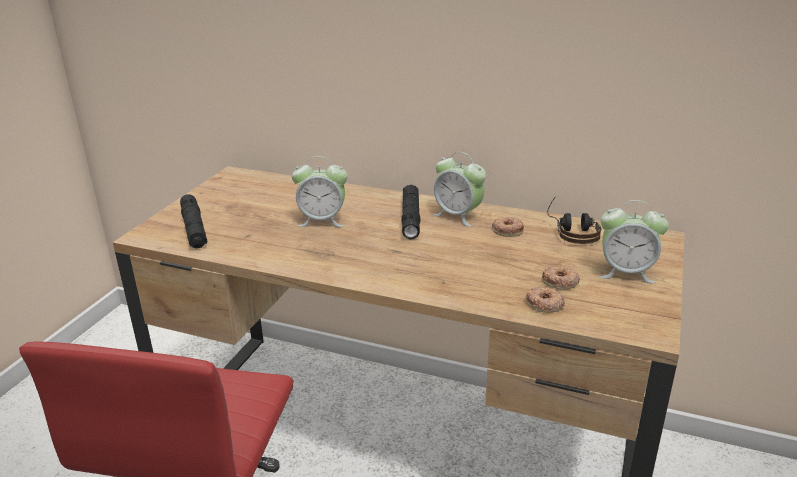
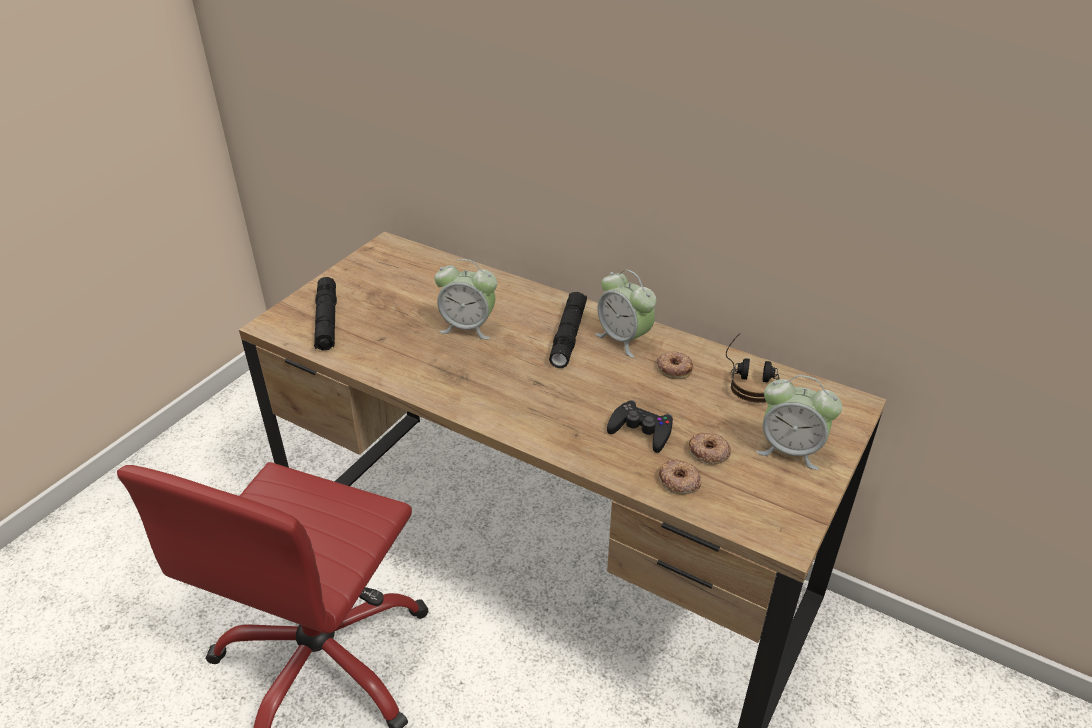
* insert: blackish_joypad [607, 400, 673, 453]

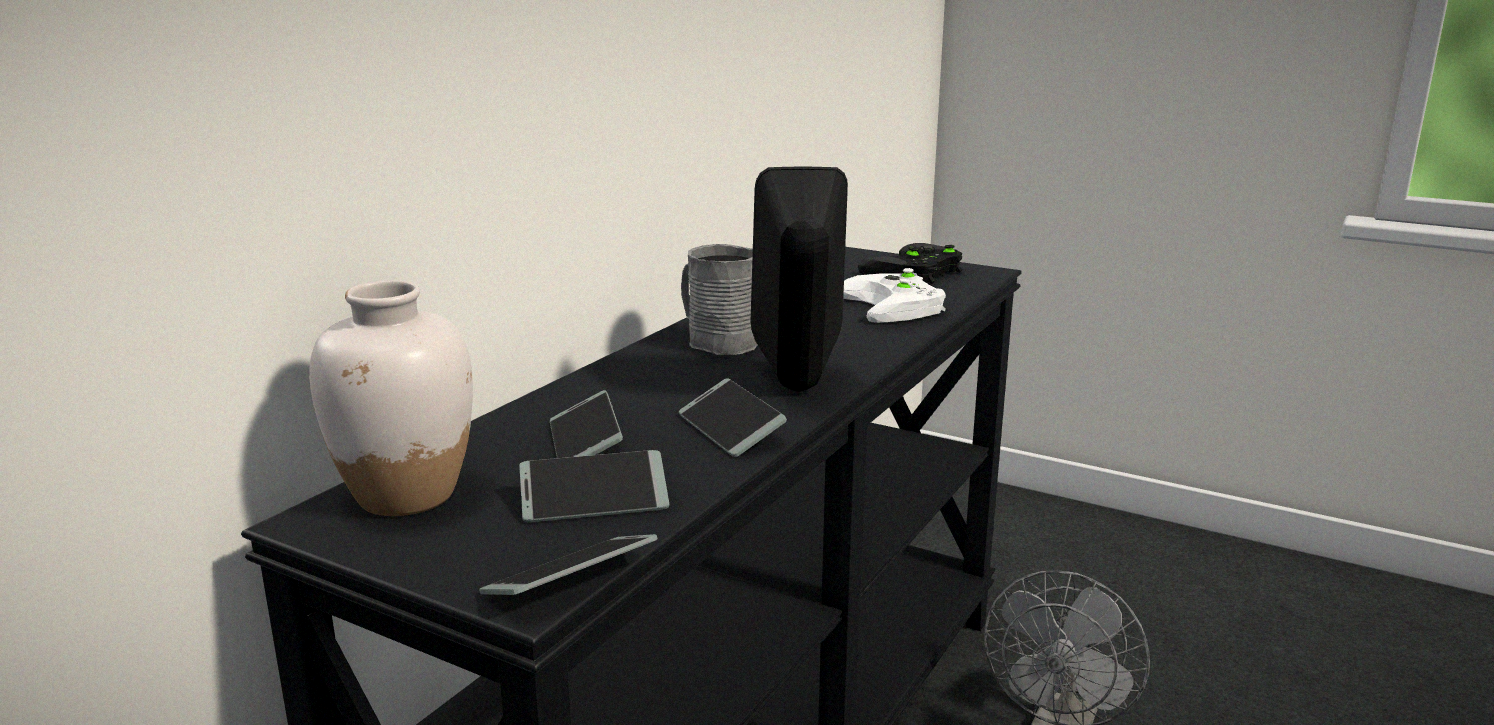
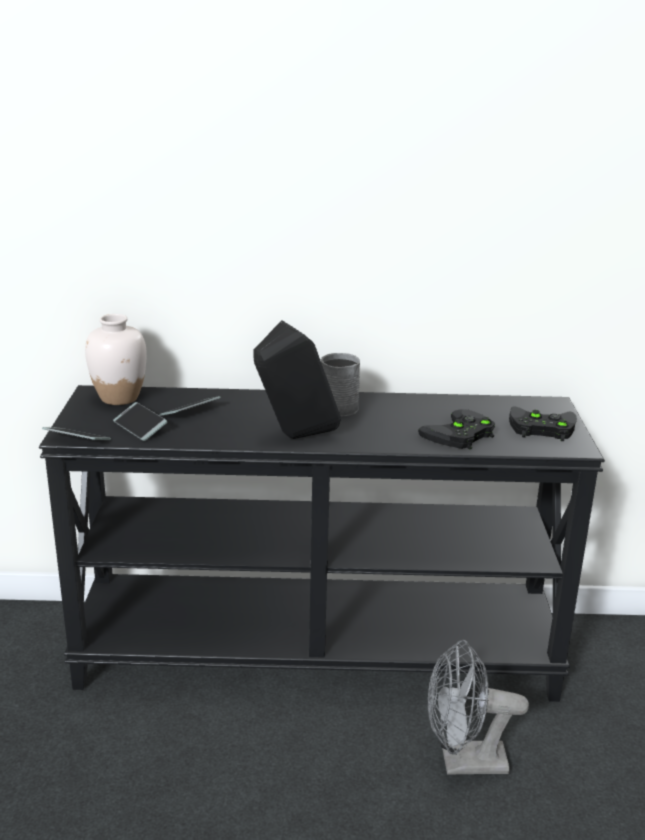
* recolor: white-coloured_joypad [843, 268, 946, 323] to blackish_joypad [418, 409, 495, 450]
* delete: phone [679, 378, 787, 457]

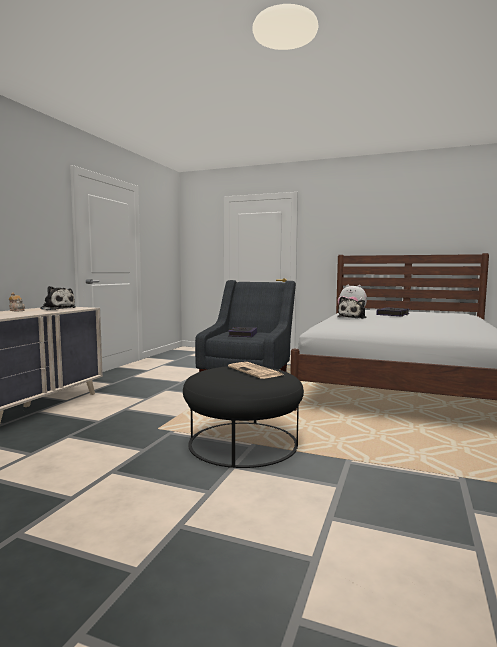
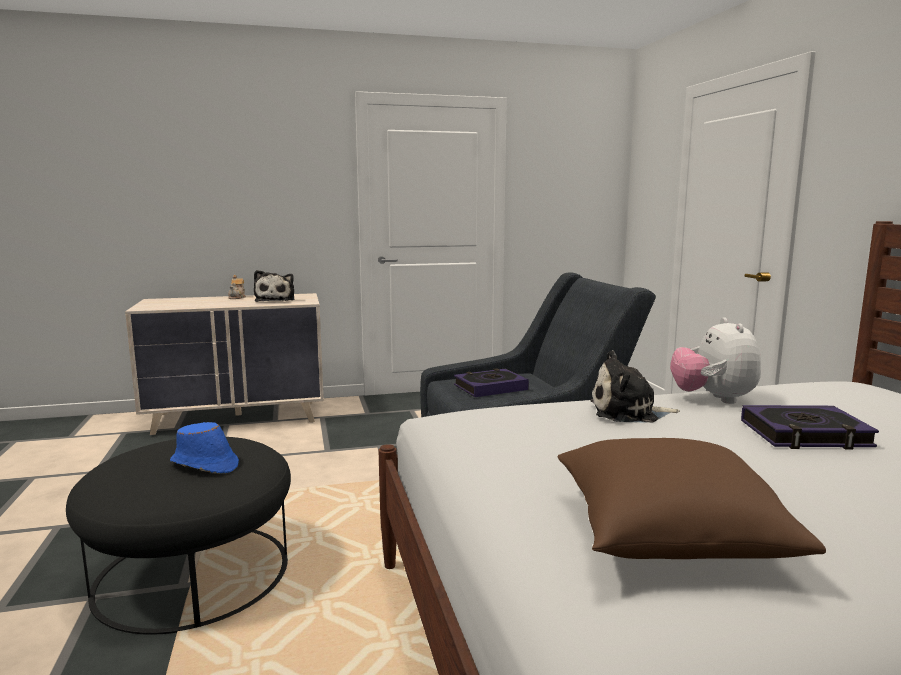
* replace: daily_paper [228, 362, 283, 379] to blue-coloured_hat [170, 422, 239, 474]
* insert: brownish_throw_pillow [558, 438, 826, 559]

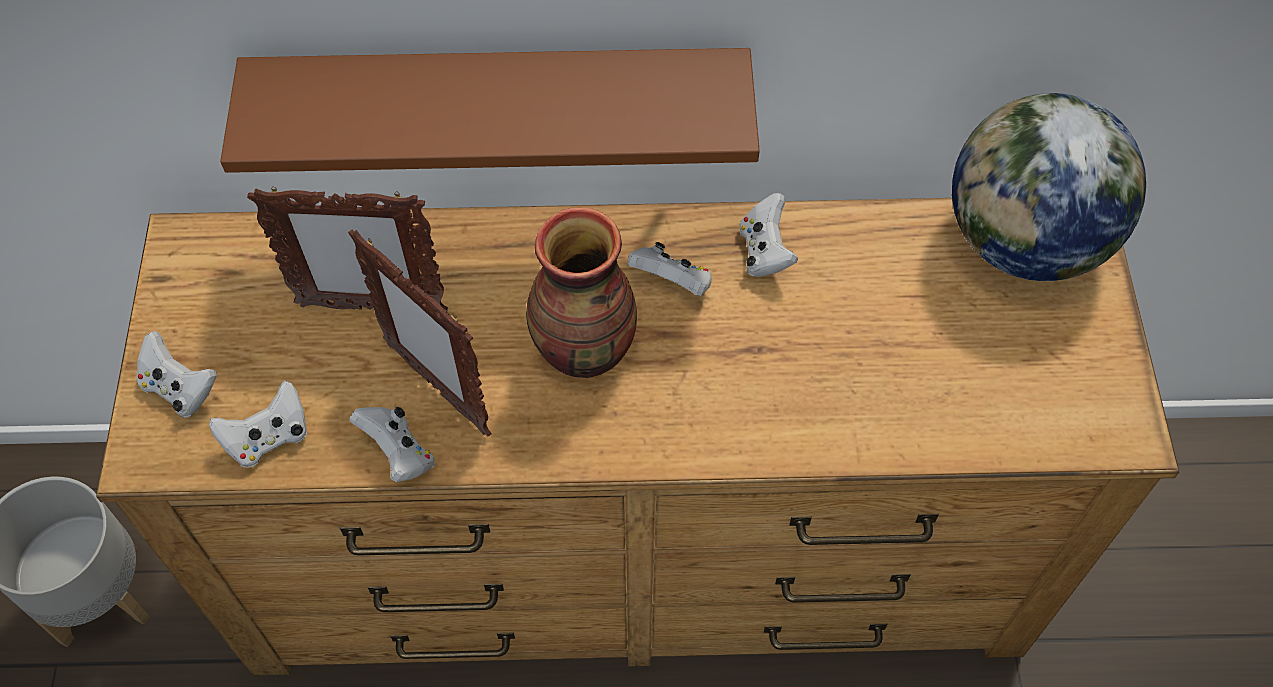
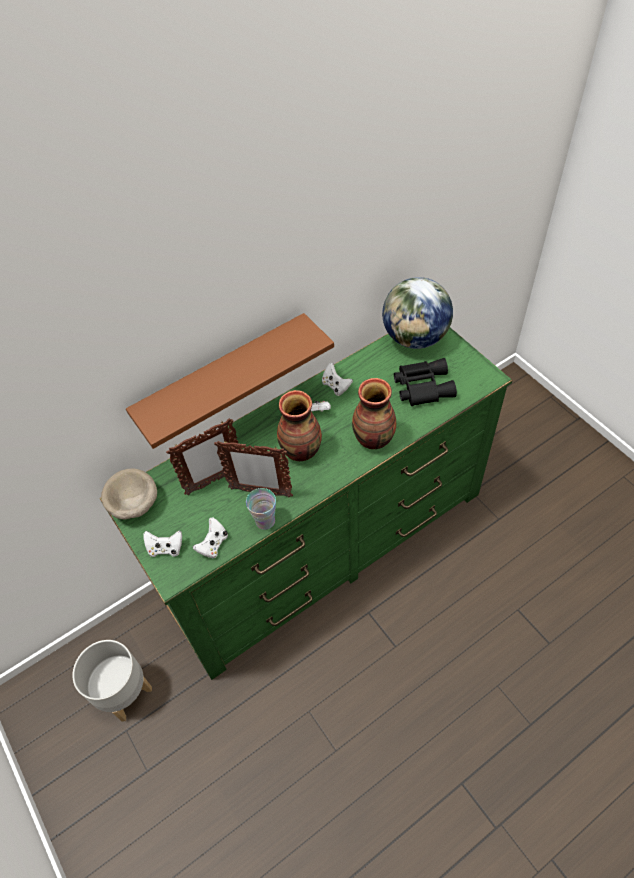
* recolor: brownish_chest_of_drawers [96, 198, 1179, 675] to green_chest_of_drawers [100, 328, 512, 680]
* replace: white-coloured_joypad [350, 407, 435, 482] to drinking_cup [246, 488, 276, 530]
* insert: blackish_binoculars [394, 358, 457, 406]
* insert: vase [352, 378, 396, 449]
* insert: sand-coloured_deep_dish [101, 468, 157, 519]

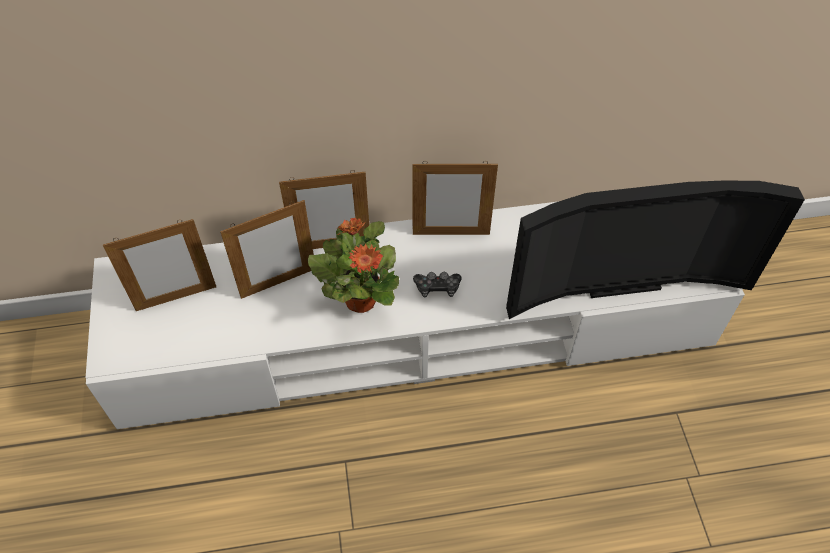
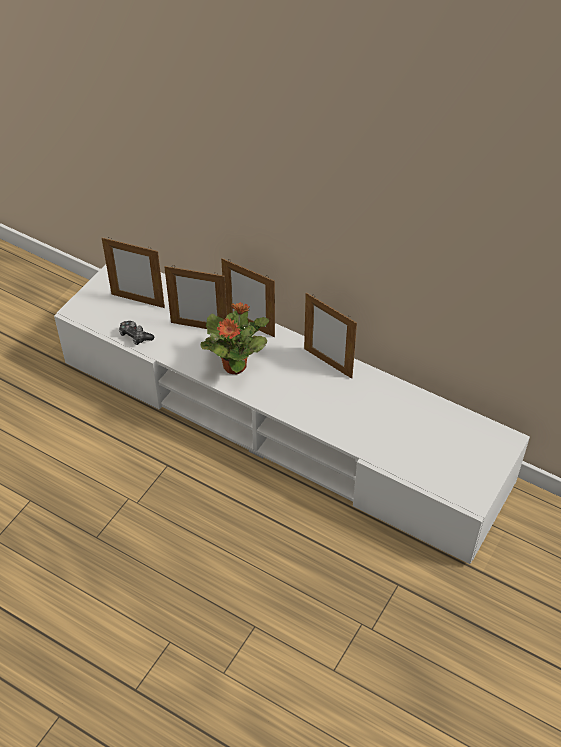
* delete: television [506, 181, 805, 319]
* move: joypad [413, 272, 462, 297] to [119, 321, 154, 345]

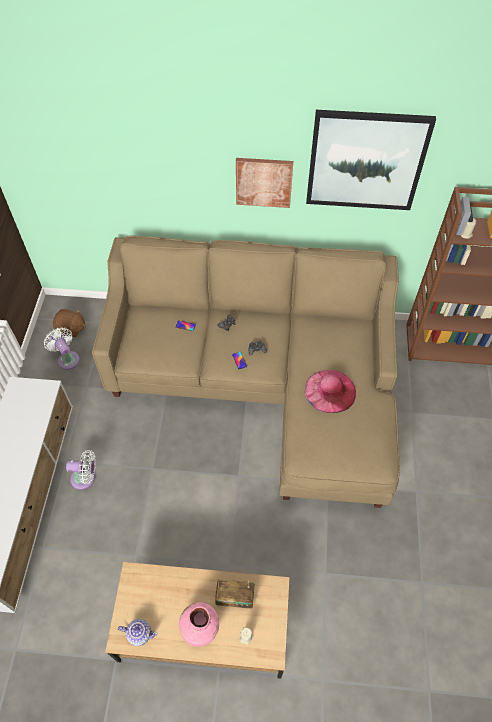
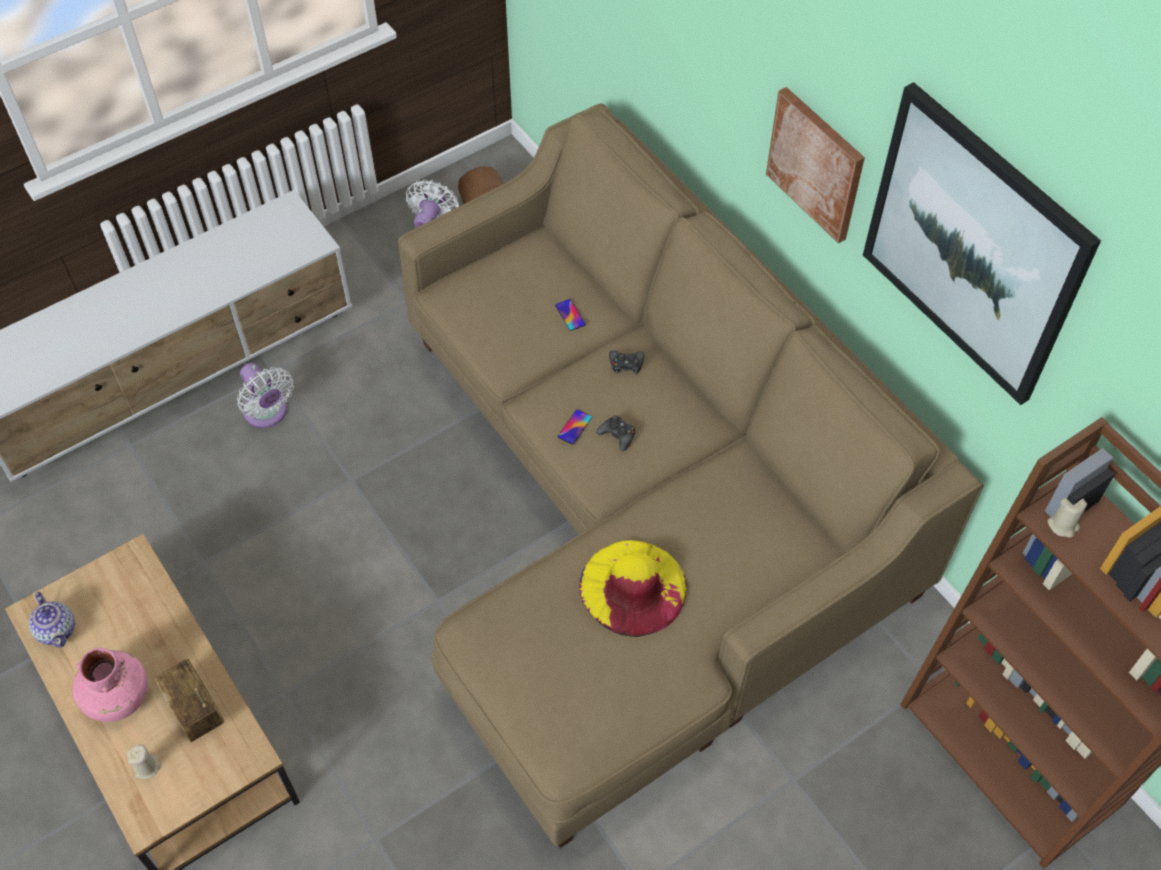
* recolor: pinkish_hat [305, 370, 356, 413] to yellow_hat [579, 540, 687, 637]

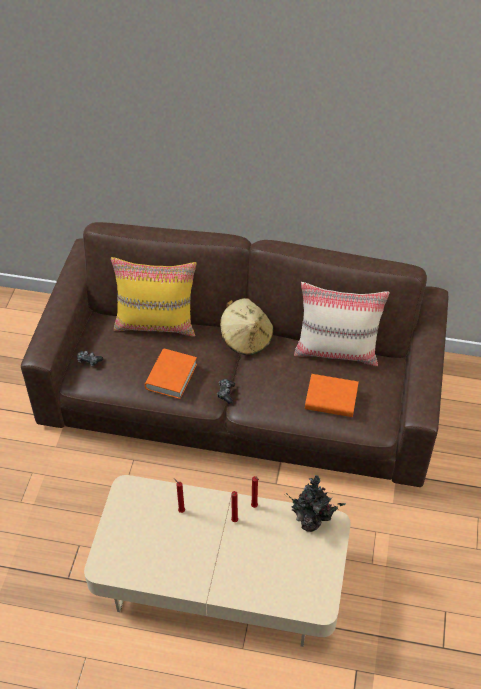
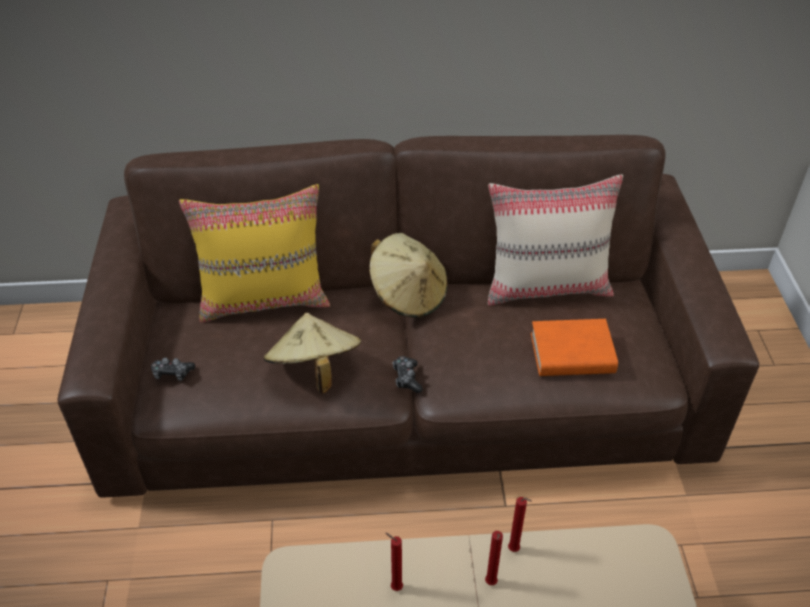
* replace: orange_volume [145, 349, 197, 399] to sand-coloured_hat [264, 313, 361, 393]
* delete: potted_plant [286, 475, 346, 532]

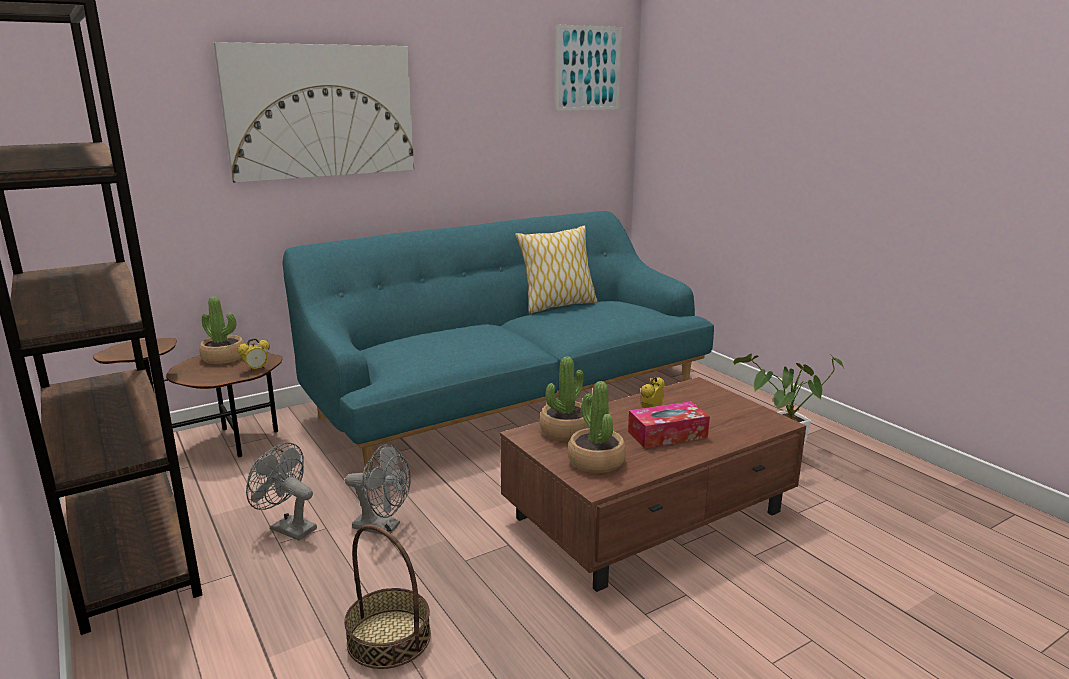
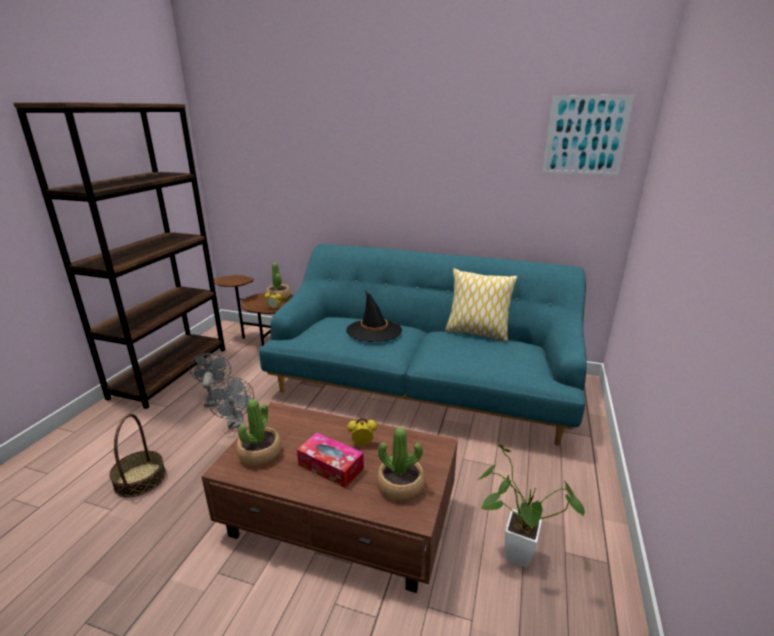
* delete: wall_art [214, 42, 414, 183]
* move: potted_plant [540, 356, 589, 441] to [377, 427, 425, 501]
* insert: blackish_hat [346, 290, 402, 342]

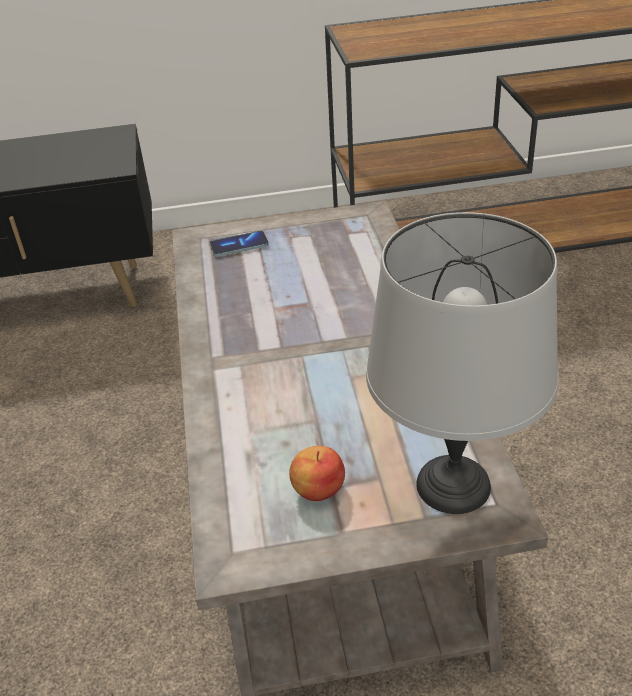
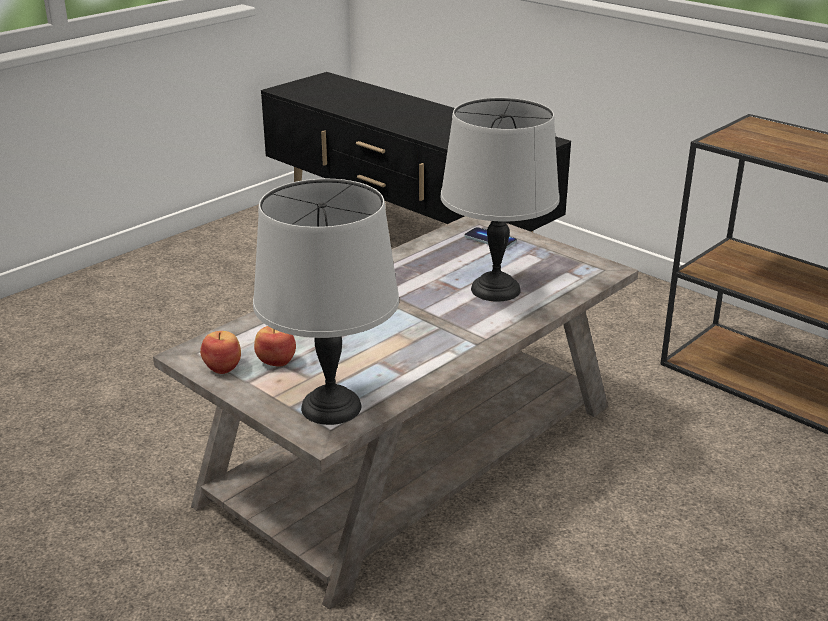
* insert: grey_lamp_for_a_table [440, 98, 560, 302]
* insert: apple [200, 331, 241, 374]

